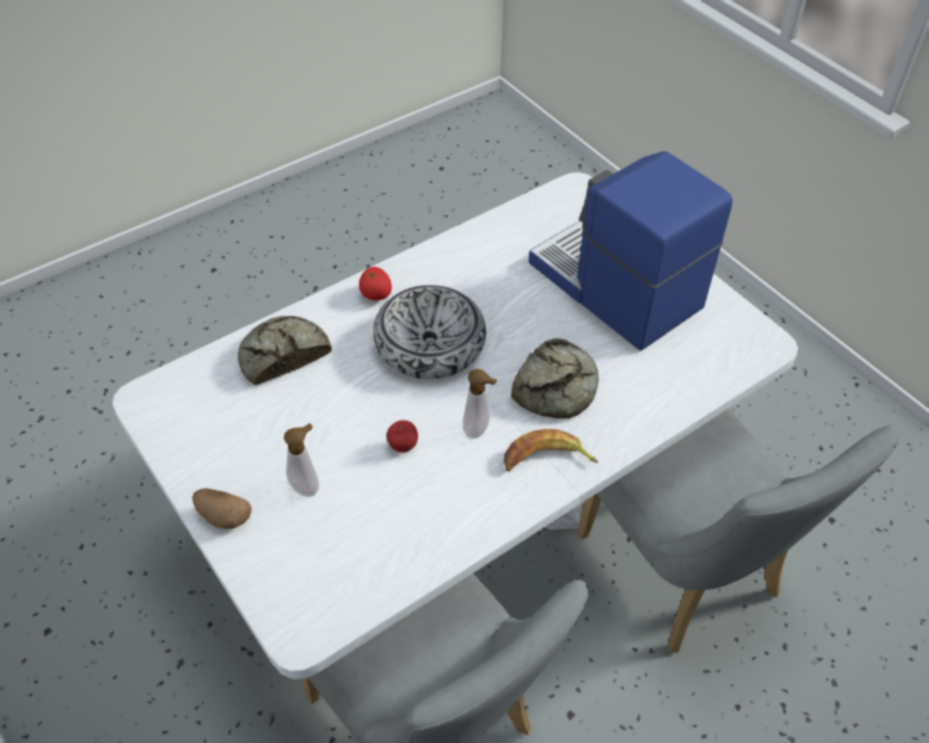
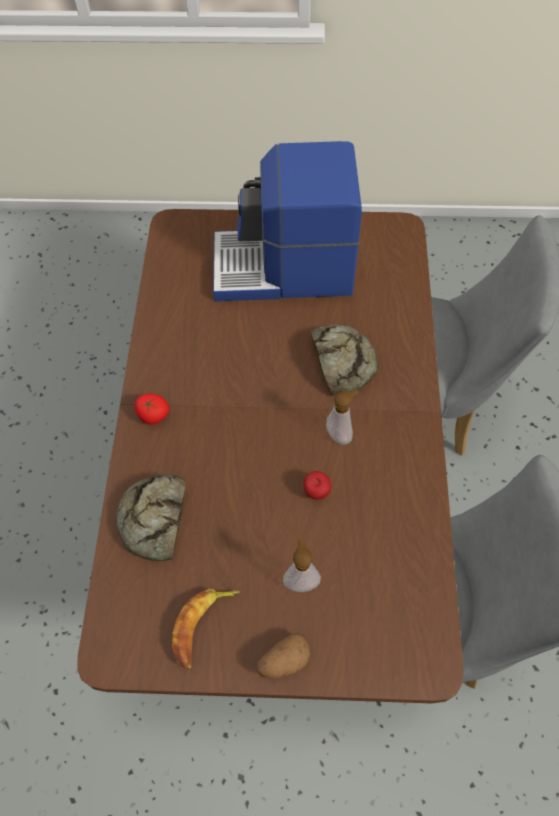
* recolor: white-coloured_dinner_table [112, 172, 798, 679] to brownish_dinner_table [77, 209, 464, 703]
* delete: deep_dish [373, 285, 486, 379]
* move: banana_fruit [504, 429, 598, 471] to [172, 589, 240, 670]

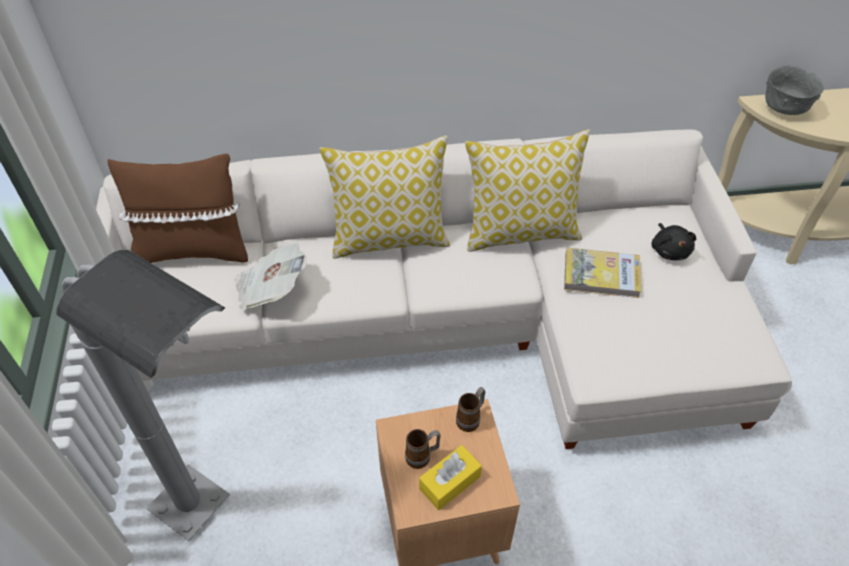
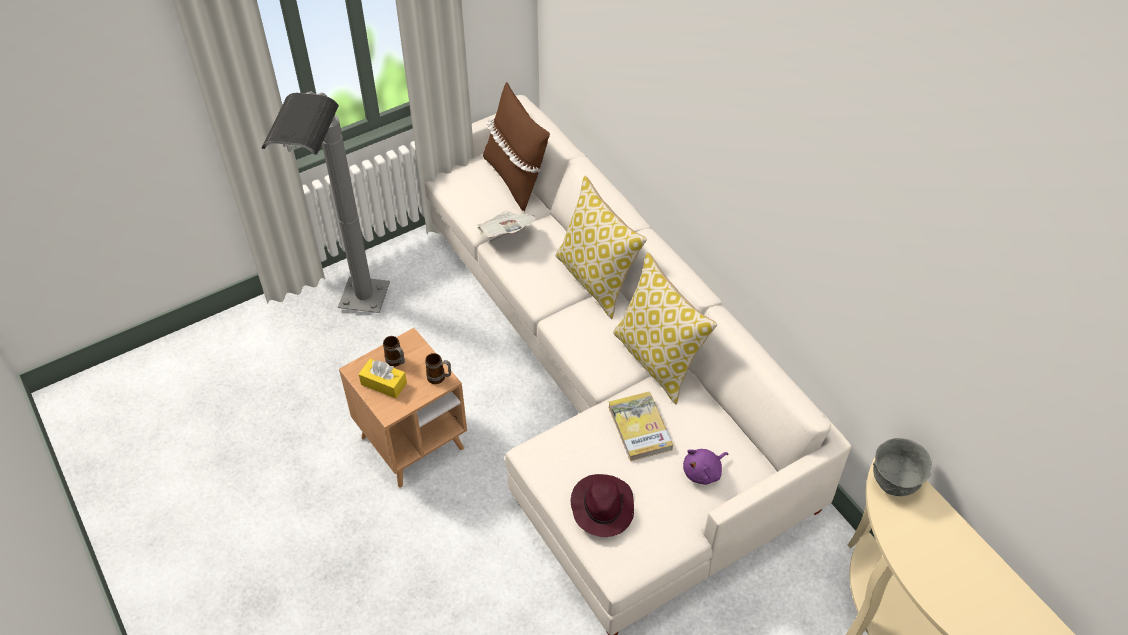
* recolor: blackish_plush_toy [651, 223, 696, 260] to purplish_plush_toy [683, 449, 728, 485]
* insert: purplish_hat [571, 474, 634, 537]

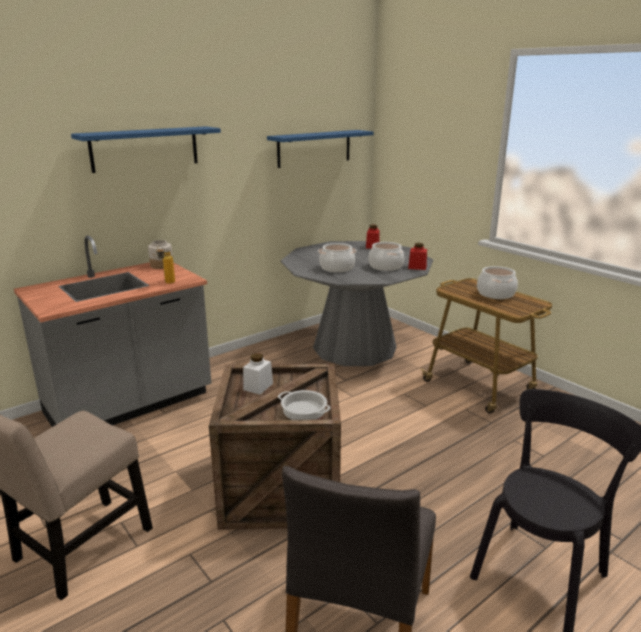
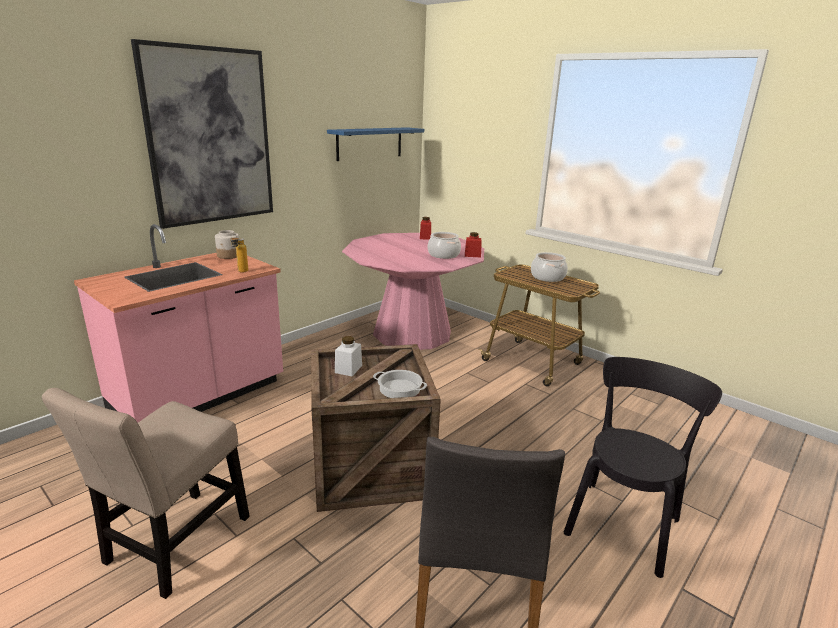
* replace: blue-coloured_bracket_shelf [71, 126, 221, 173] to wall_art [131, 39, 273, 229]
* recolor: grey_counter [14, 236, 211, 427] to pinkish_counter [74, 224, 283, 423]
* recolor: grey_dinner_table [281, 241, 433, 366] to pinkish_dinner_table [342, 233, 484, 350]
* delete: saucepot [318, 243, 357, 272]

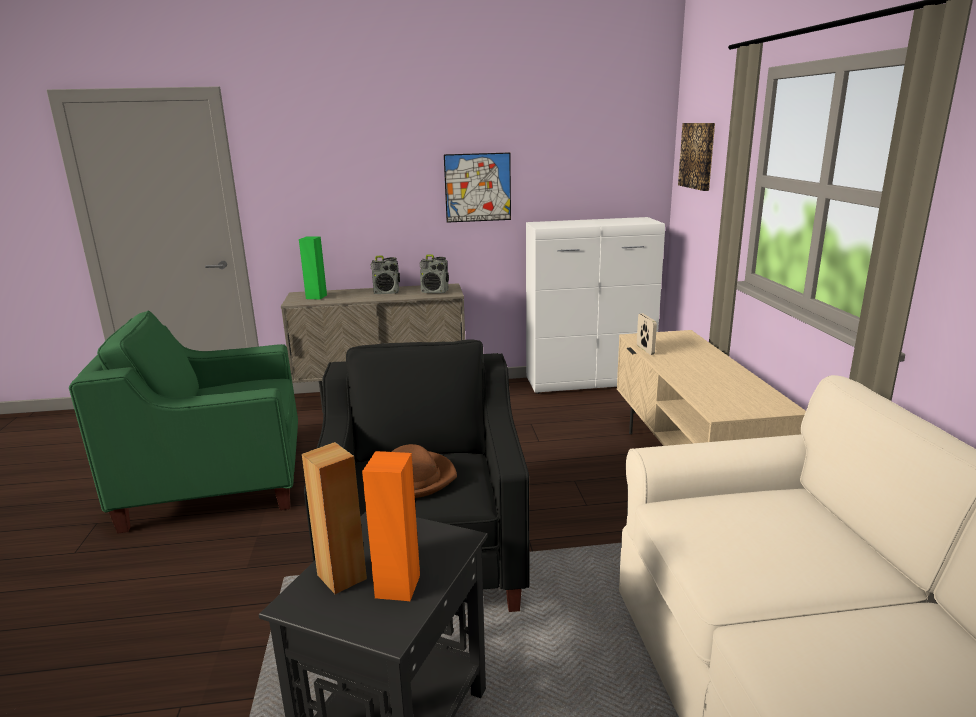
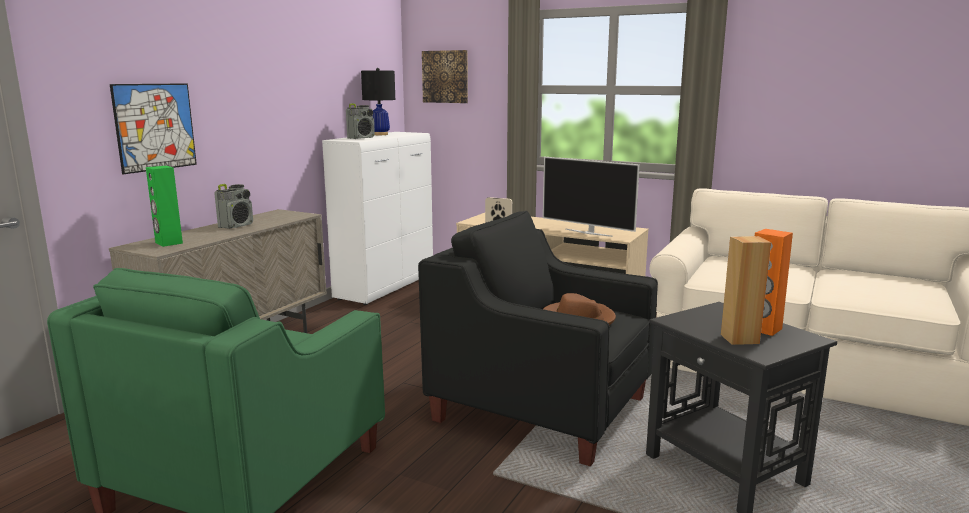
* move: wall_art [444, 152, 511, 223] to [110, 83, 197, 174]
* move: radio [420, 254, 449, 293] to [346, 103, 375, 139]
* insert: blackish_lamp_for_a_table [361, 68, 395, 135]
* insert: television [543, 157, 640, 237]

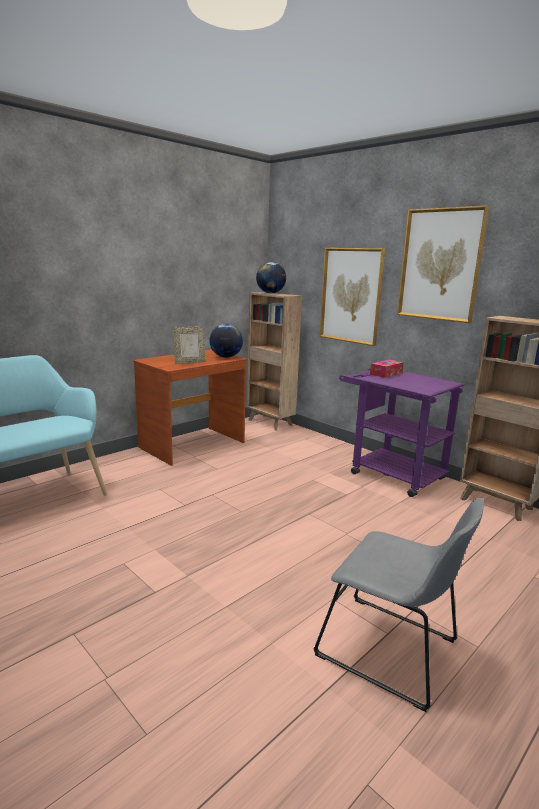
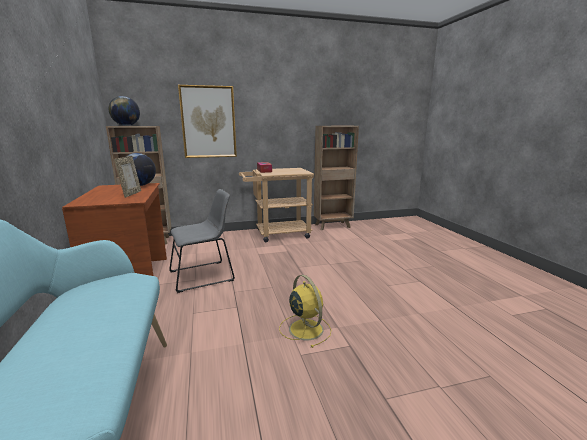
* delete: wall_art [397, 206, 489, 323]
* recolor: purplish_trolley [339, 368, 464, 497] to sand-coloured_trolley [239, 168, 314, 242]
* move: grey_upright_chair [313, 498, 484, 712] to [169, 189, 235, 293]
* insert: yellow_fan [279, 275, 331, 348]

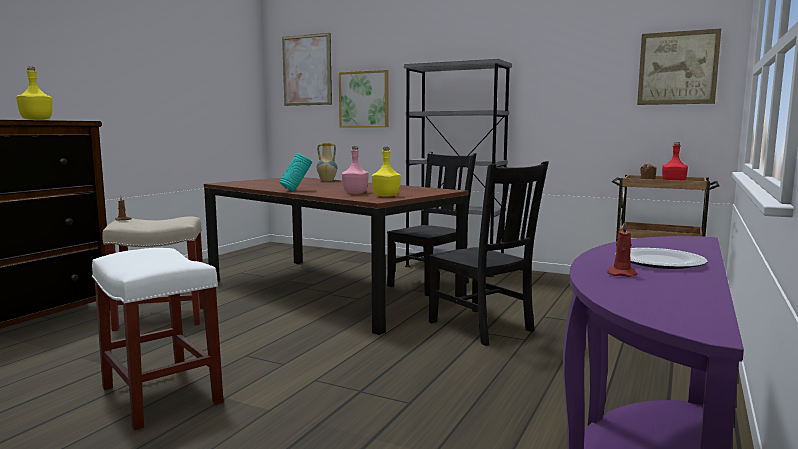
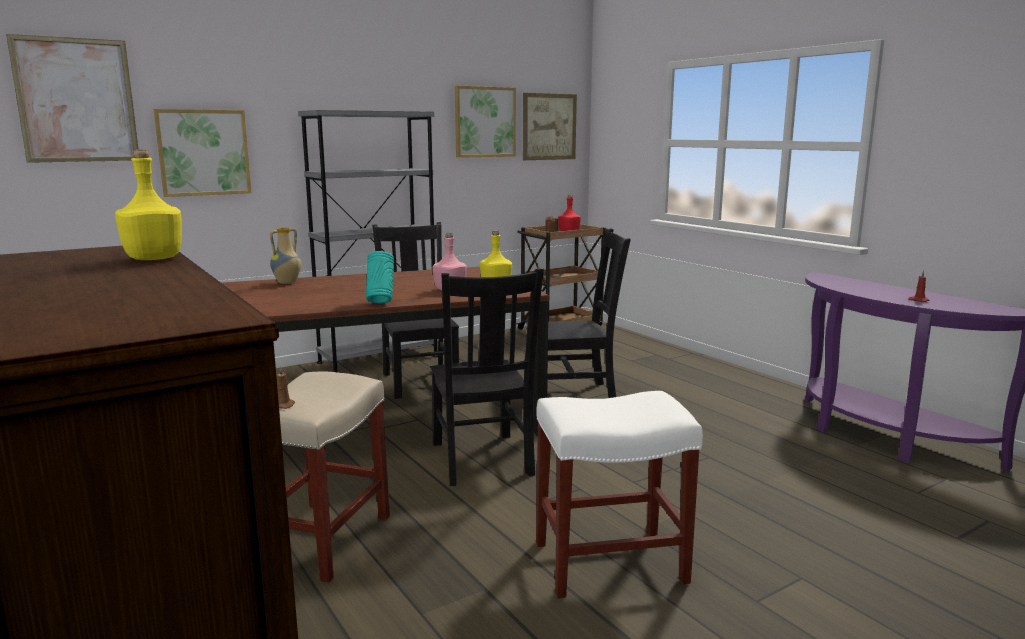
* delete: plate [615, 248, 708, 269]
* insert: wall_art [455, 86, 516, 158]
* insert: blackish_upright_chair [431, 268, 544, 486]

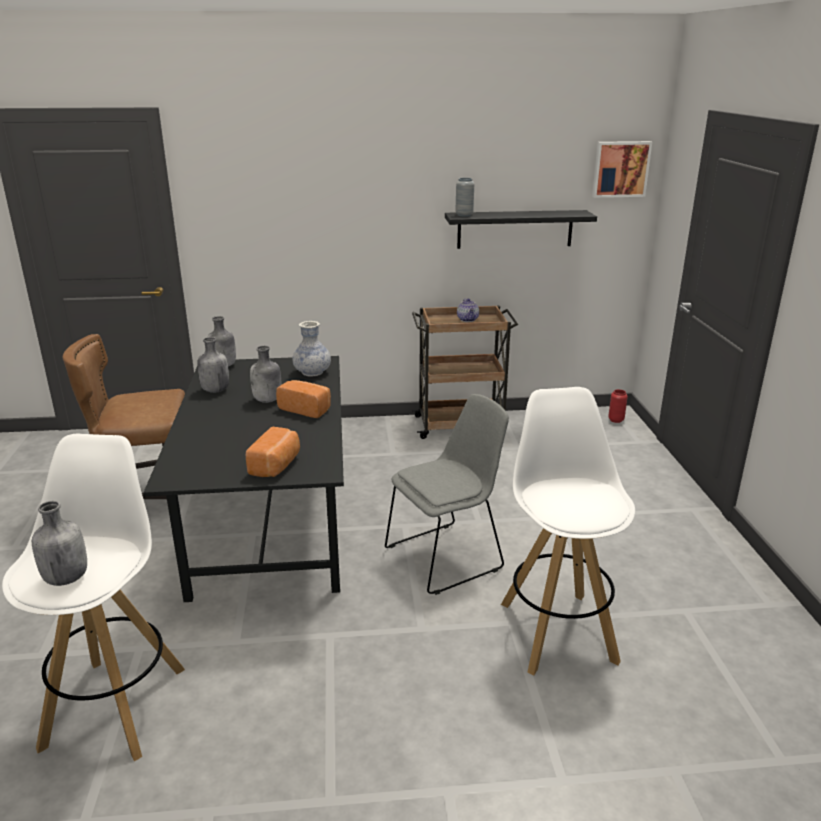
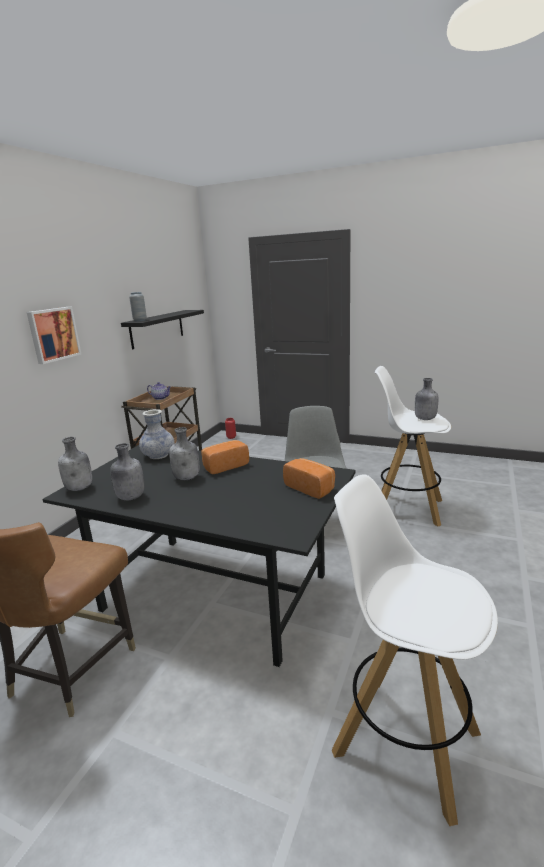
* move: wall_art [592, 141, 652, 198] to [27, 307, 81, 364]
* move: grey_drink_bottle [32, 501, 87, 586] to [415, 378, 438, 420]

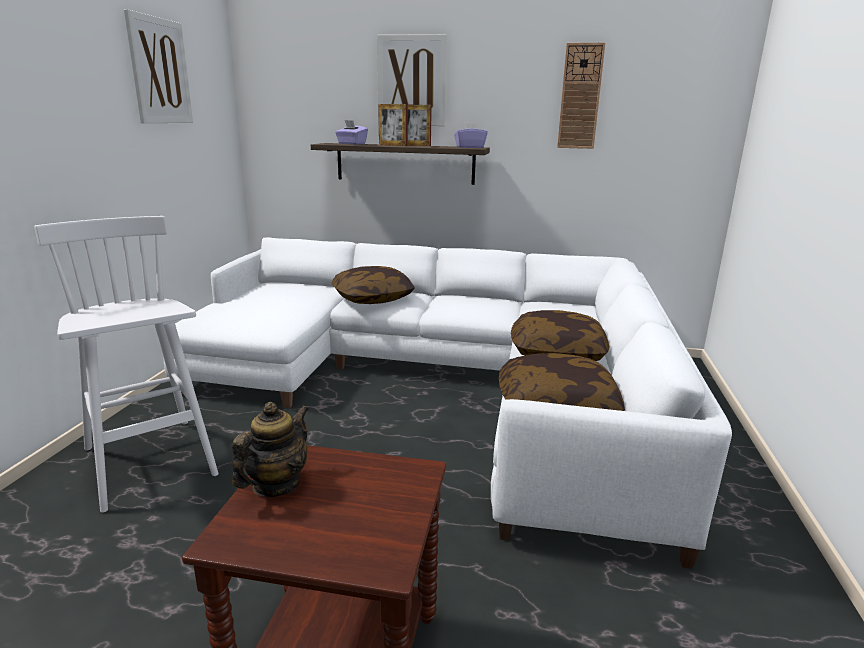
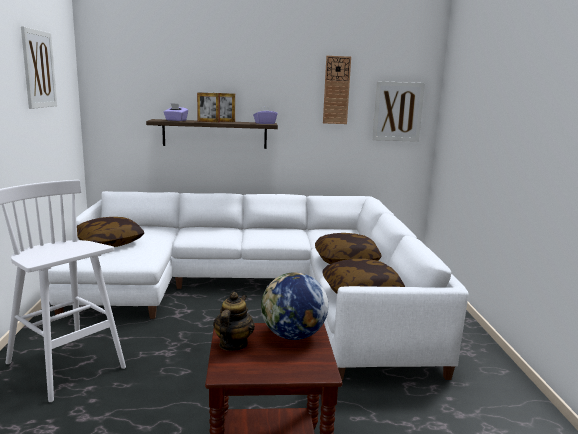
* move: wall_art [377, 34, 447, 126] to [372, 81, 425, 142]
* move: throw_pillow [332, 266, 415, 304] to [77, 217, 145, 247]
* insert: world_globe [261, 272, 328, 340]

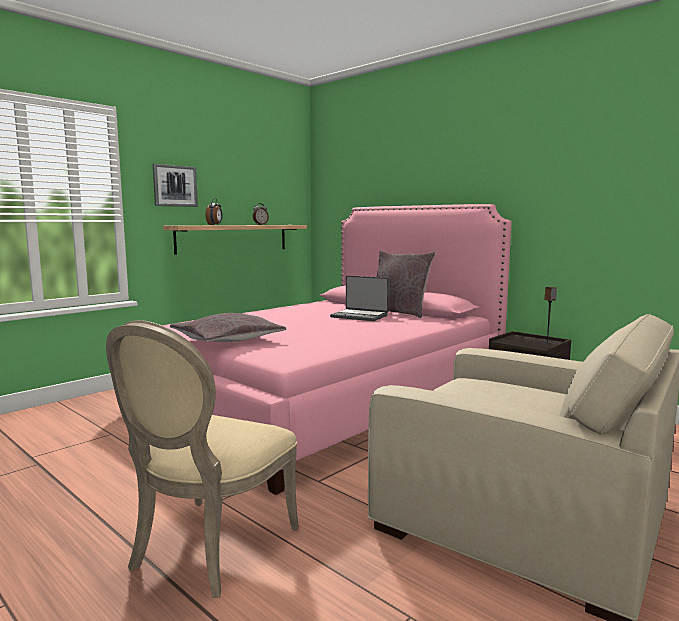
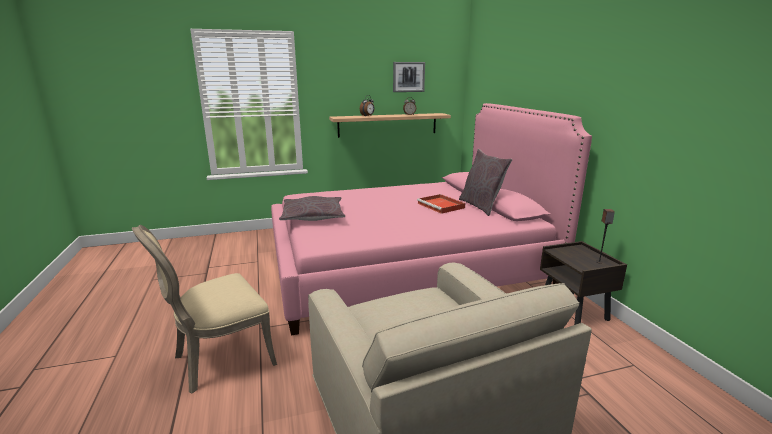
* move: wall_art [153, 164, 198, 207] to [393, 62, 425, 92]
* replace: laptop [330, 276, 389, 321] to reddish_serving_tray [417, 194, 465, 214]

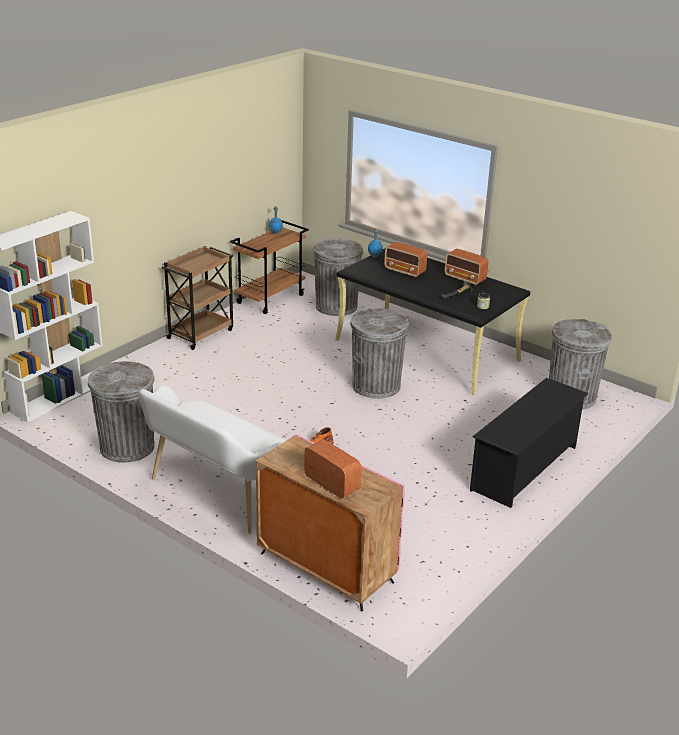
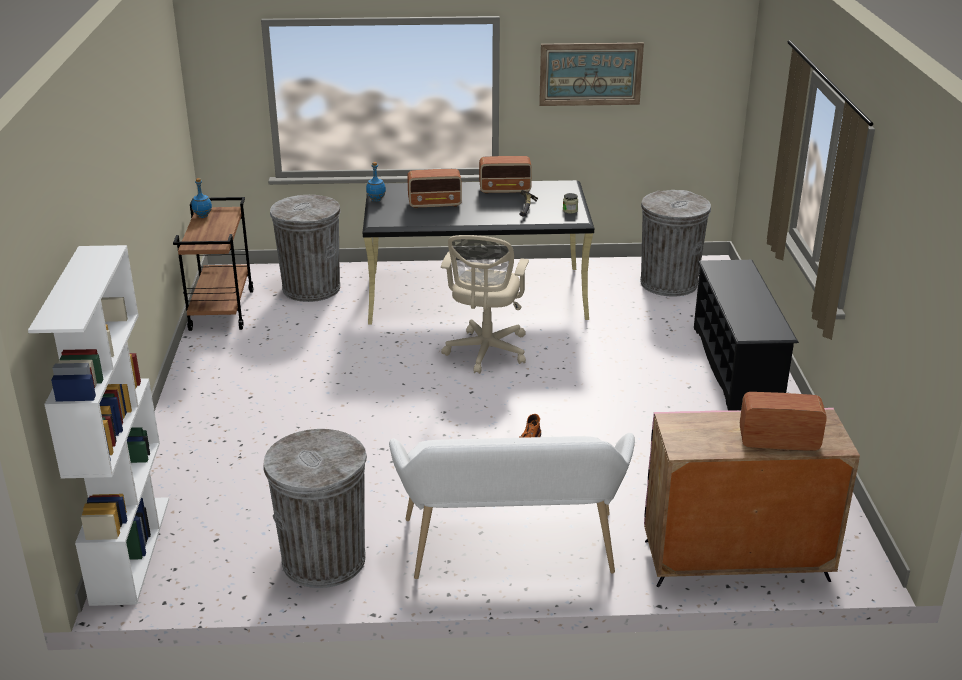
* delete: brownish_trolley [162, 246, 233, 350]
* replace: grey_rubbish_bin [350, 308, 409, 399] to sand-coloured_office_chair [441, 235, 529, 374]
* insert: wall_art [539, 43, 644, 106]

